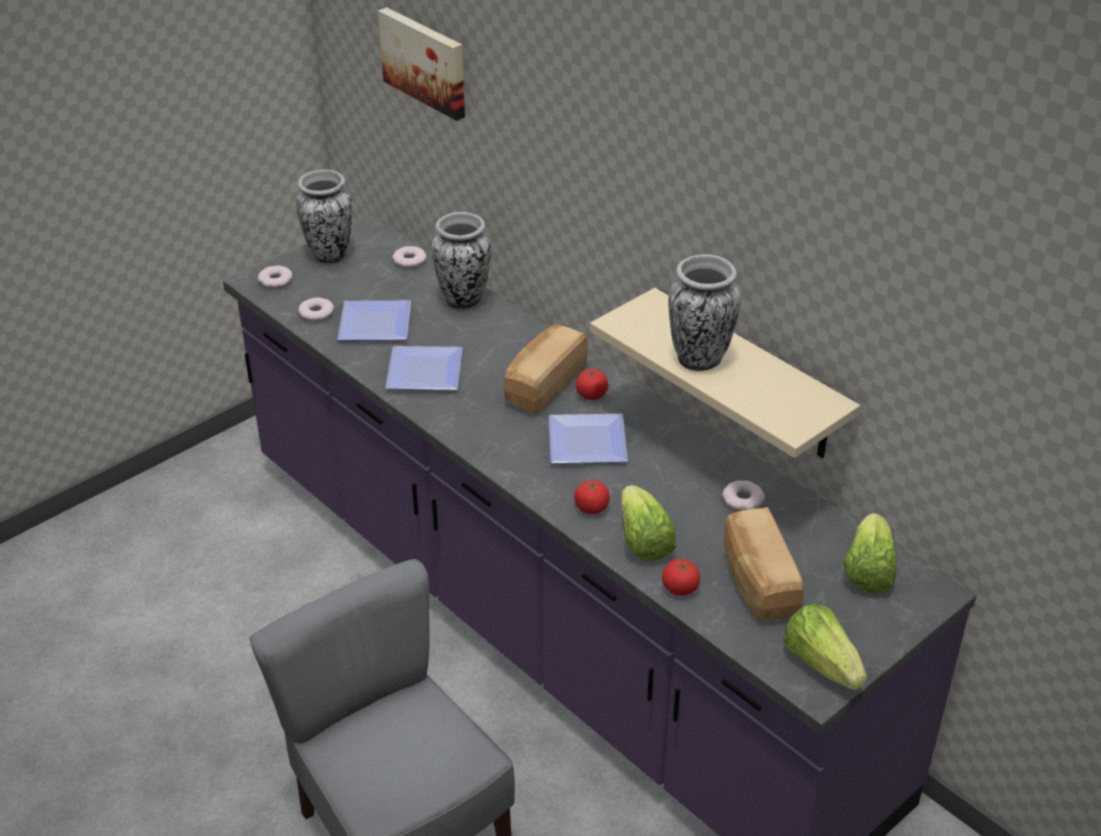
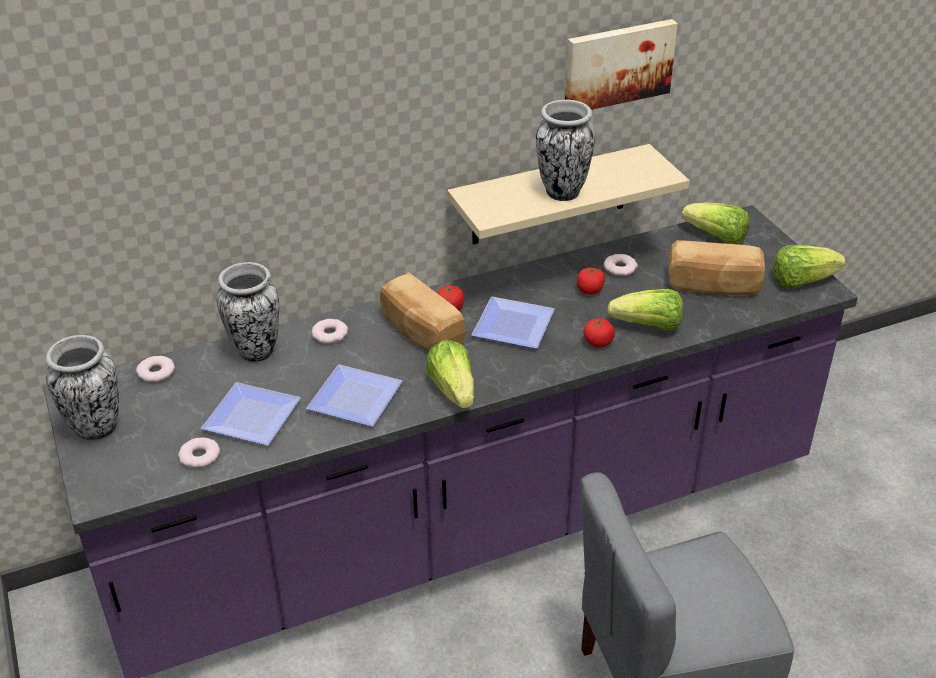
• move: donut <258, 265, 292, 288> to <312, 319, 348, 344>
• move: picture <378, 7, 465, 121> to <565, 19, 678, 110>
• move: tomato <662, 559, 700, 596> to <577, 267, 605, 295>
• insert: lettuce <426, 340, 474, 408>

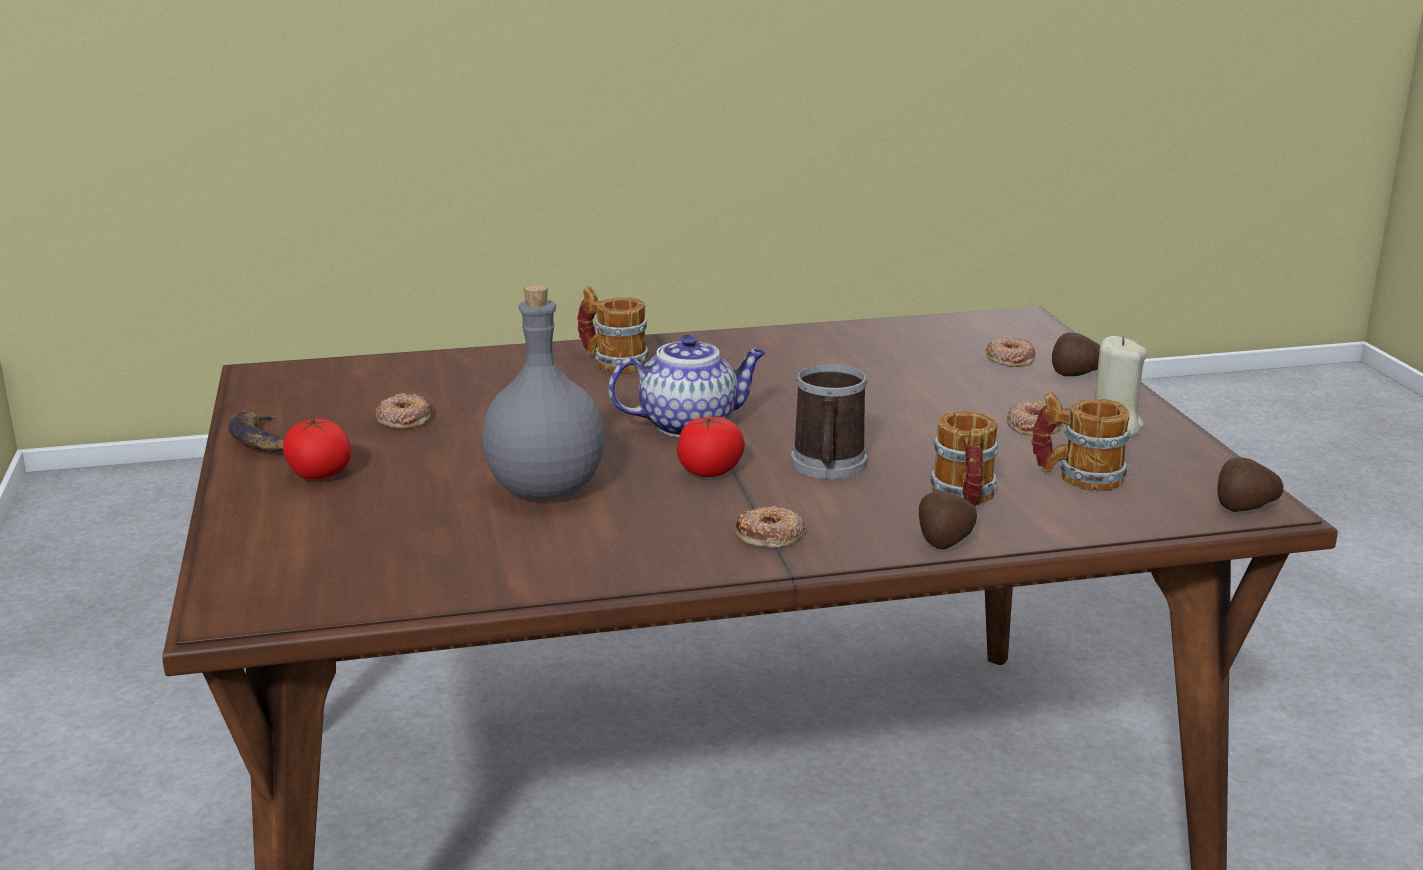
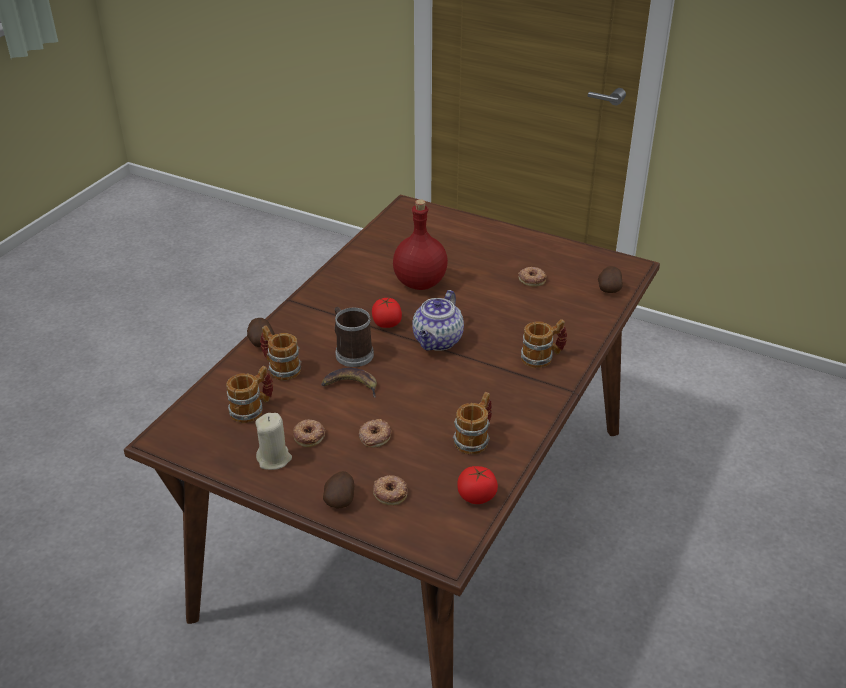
• move: banana <228, 412, 285, 452> to <321, 368, 377, 398>
• move: tomato <283, 417, 352, 480> to <457, 466, 498, 504>
• recolor: bottle (grey) <482, 285, 605, 499> to bottle (red) <393, 199, 448, 290>
• move: donut <736, 506, 805, 547> to <359, 419, 391, 448>
• move: potato <1217, 457, 1283, 512> to <598, 266, 623, 293>
• insert: mug <453, 392, 492, 455>

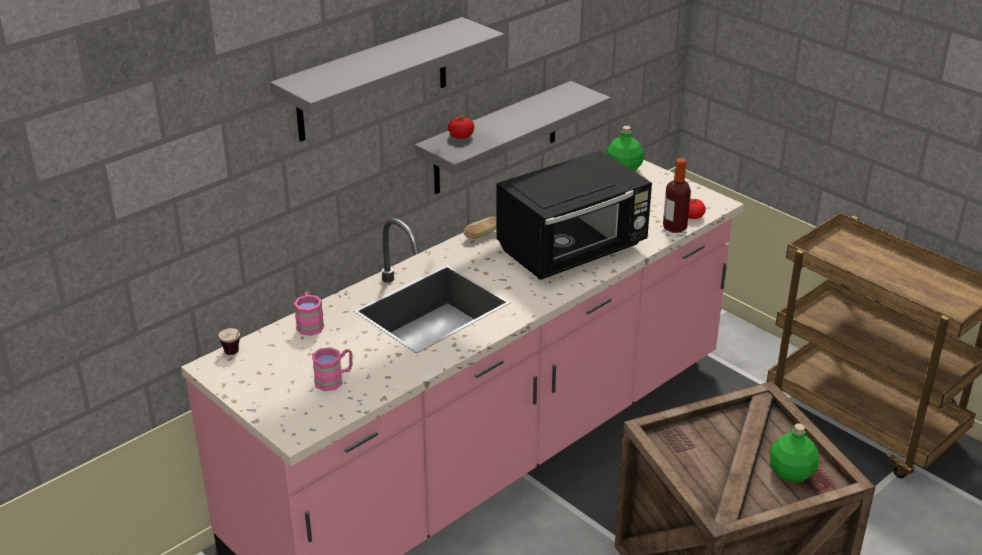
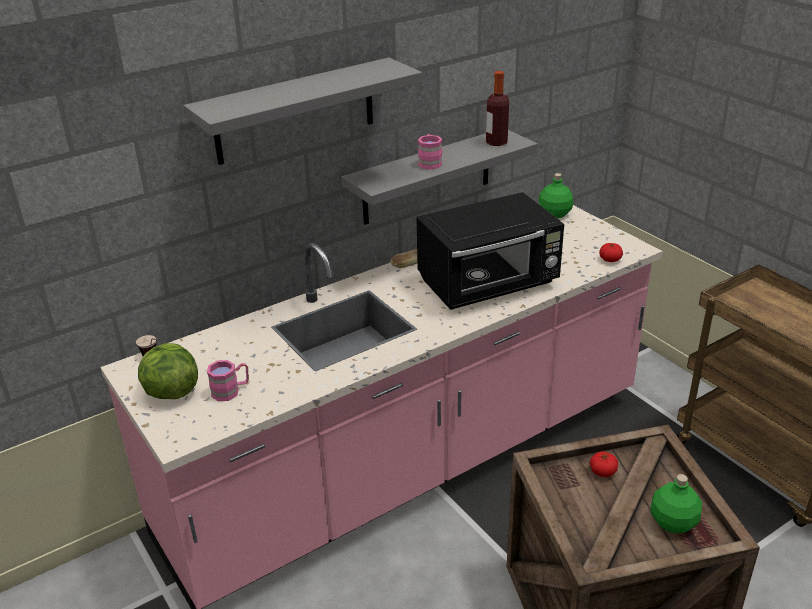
• move: mug (pink) <294, 292, 324, 336> to <418, 134, 442, 170>
• move: tomato <448, 117, 474, 139> to <590, 451, 618, 477>
• move: bottle <663, 158, 691, 233> to <486, 71, 509, 146>
• insert: lettuce <138, 343, 198, 399>

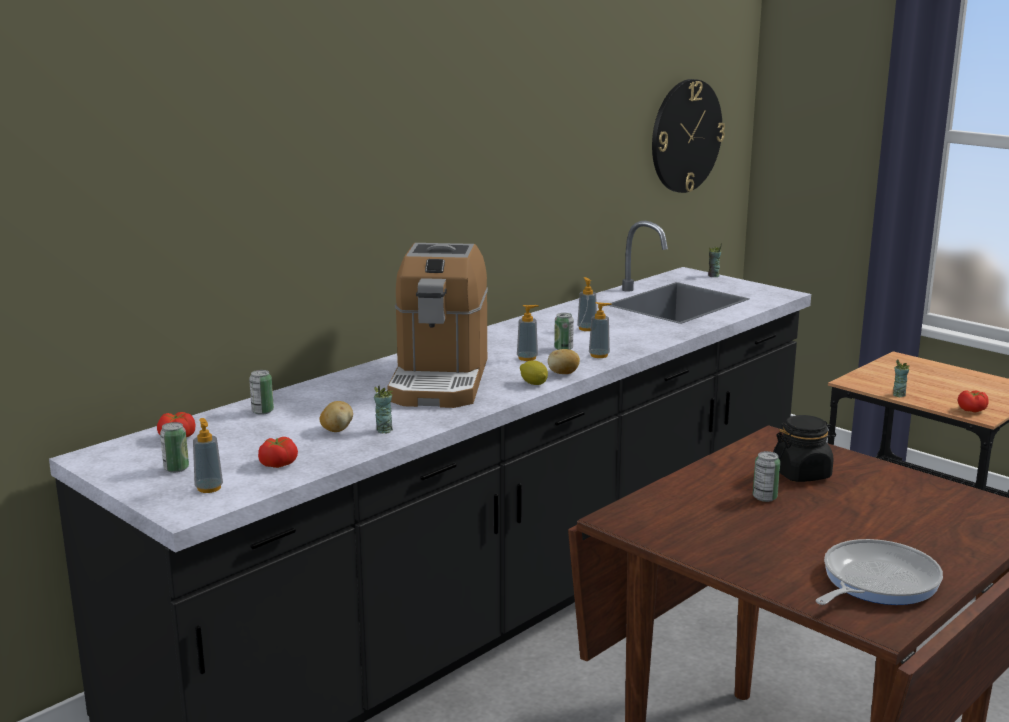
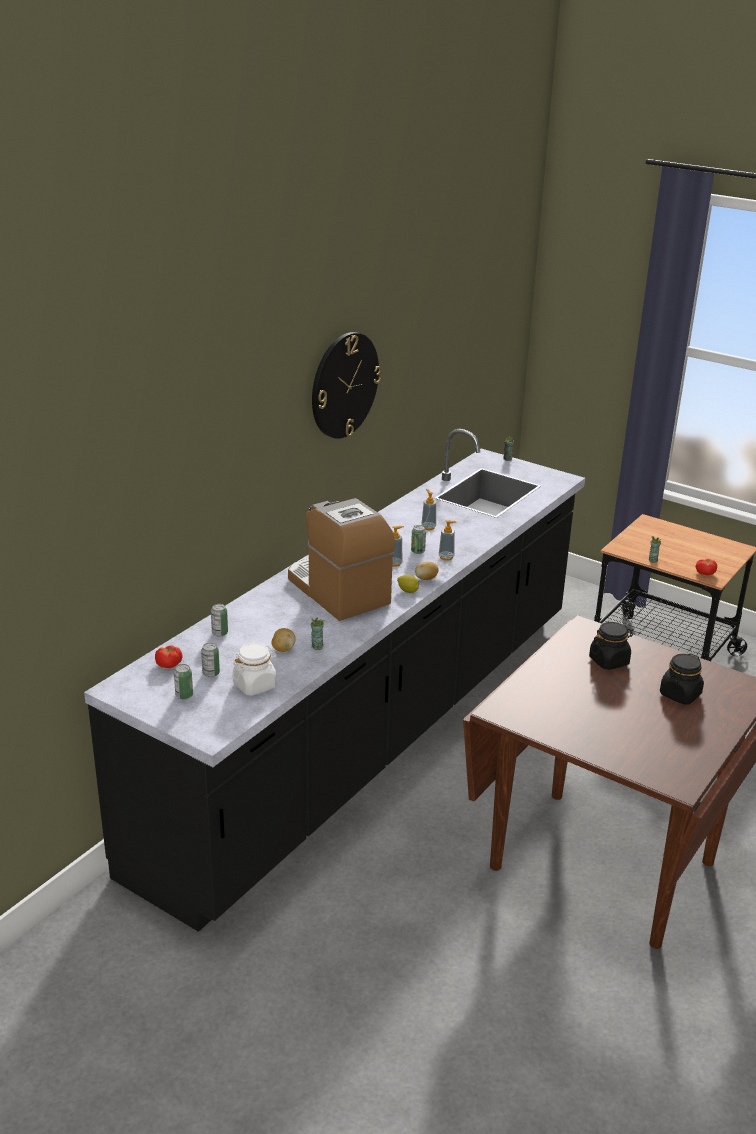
• delete: soap dispenser <193, 418, 223, 493>
• replace: tomato <258, 437, 298, 468> to jar (white) <232, 643, 277, 696>
• rotate: coffee machine <388, 243, 488, 408> = <288, 498, 395, 621> 150 degrees clockwise
• move: wall clock <652, 79, 725, 193> to <312, 332, 381, 439>
• move: can <753, 451, 780, 502> to <201, 643, 220, 677>
• delete: frying pan <816, 539, 943, 605>
• insert: jar (black) <660, 653, 704, 705>

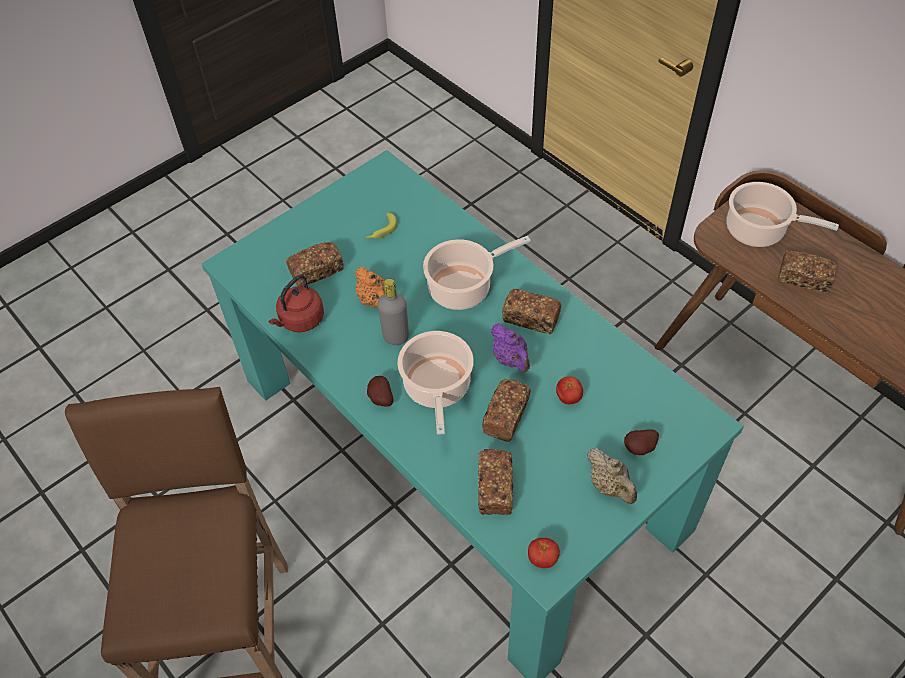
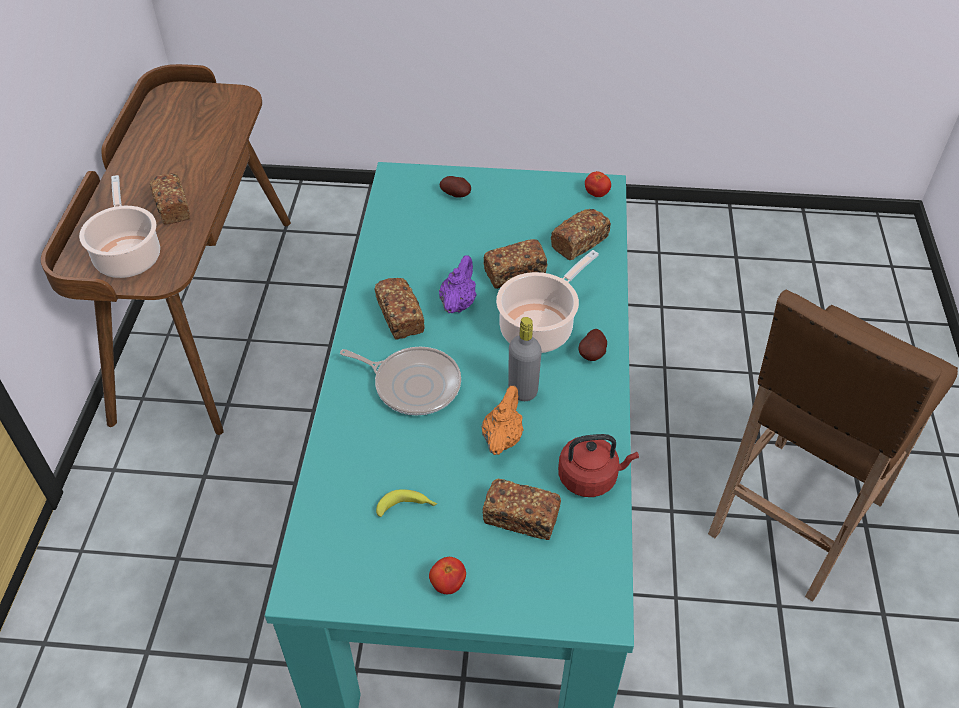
• replace: cooking pot <423, 236, 531, 310> to frying pan <340, 347, 461, 416>
• move: tomato <556, 376, 583, 404> to <429, 557, 466, 594>
• delete: teapot (beige) <587, 448, 637, 504>

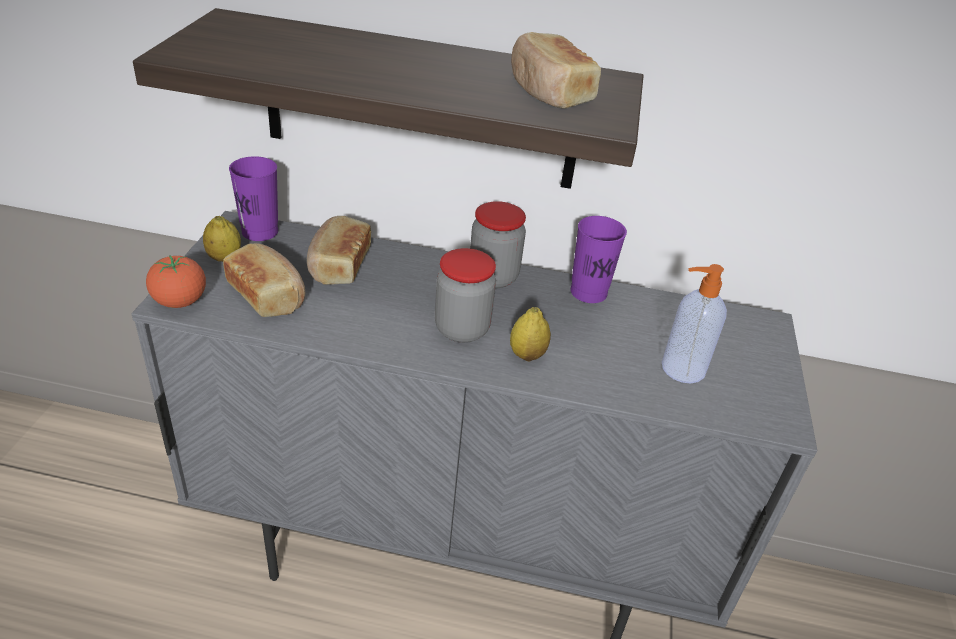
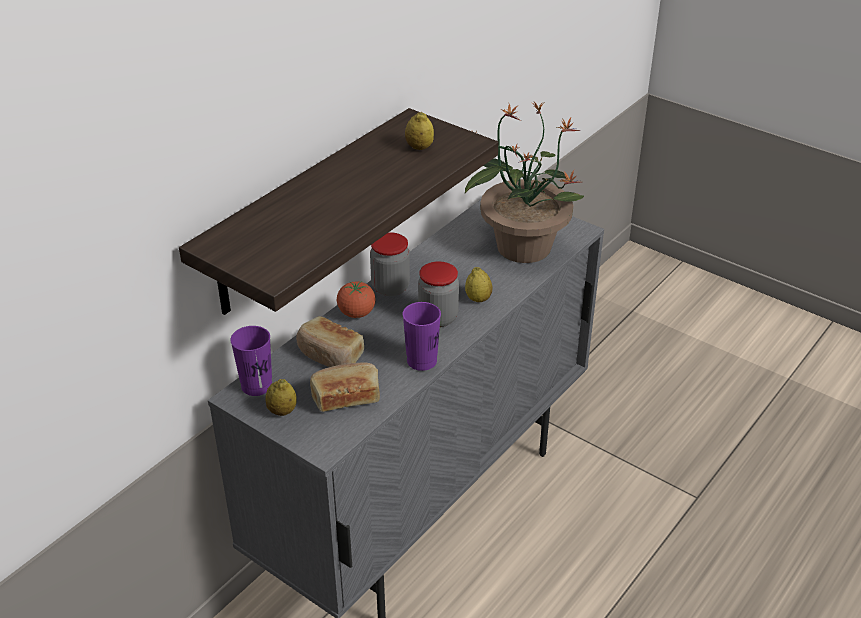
• move: tomato <146, 255, 206, 308> to <337, 281, 376, 318>
• replace: bread <511, 32, 601, 109> to lemon <405, 112, 434, 150>
• move: cup (purple) <570, 216, 627, 303> to <403, 302, 441, 371>
• replace: soap dispenser <662, 264, 727, 383> to potted plant <465, 102, 584, 263>

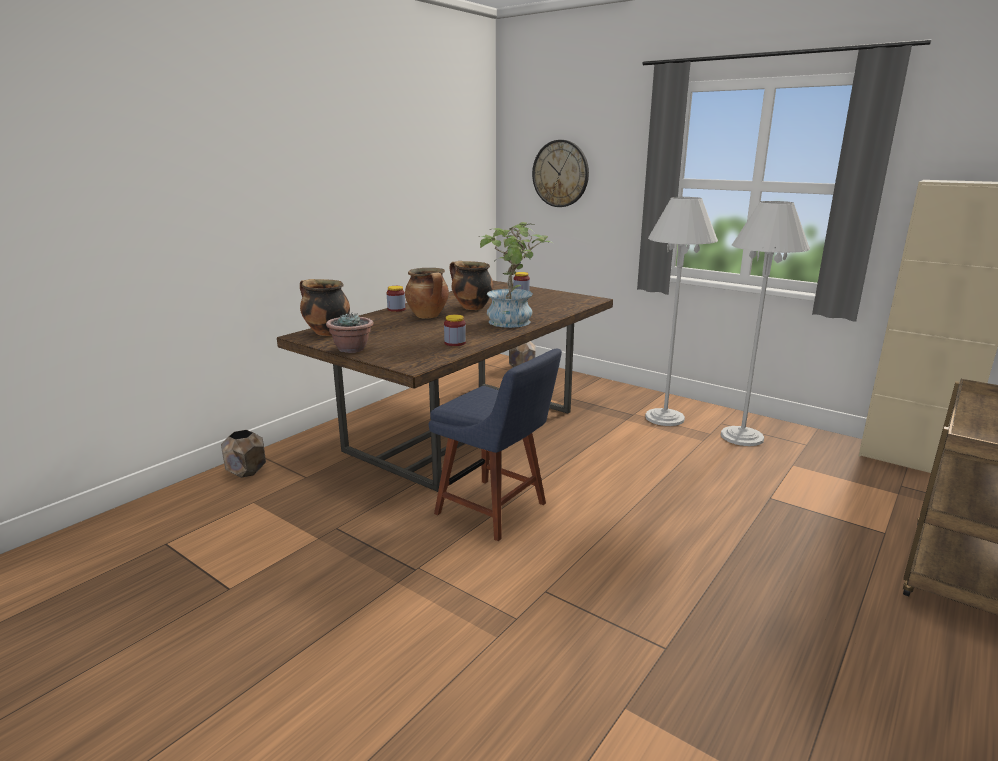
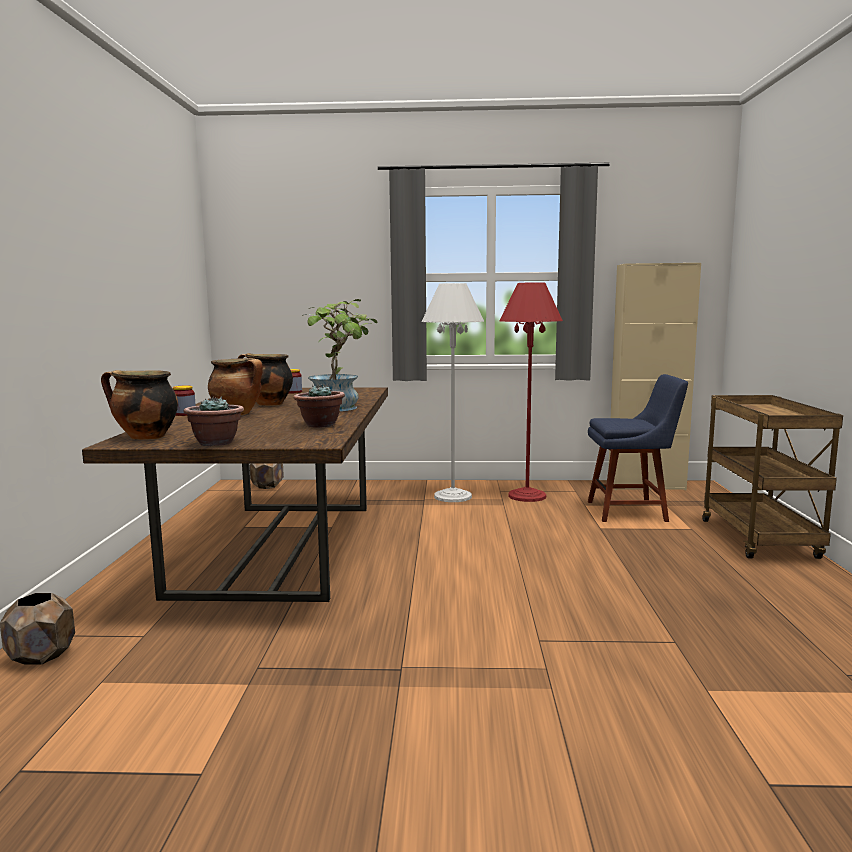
• move: chair (blue) <429, 349, 562, 541> to <588, 374, 688, 522>
• replace: jar <444, 315, 466, 346> to potted plant <294, 385, 345, 428>
• delete: wall clock <532, 140, 589, 207>
• recolor: floor lamp (white) <721, 201, 810, 446> to floor lamp (red) <499, 282, 563, 502>

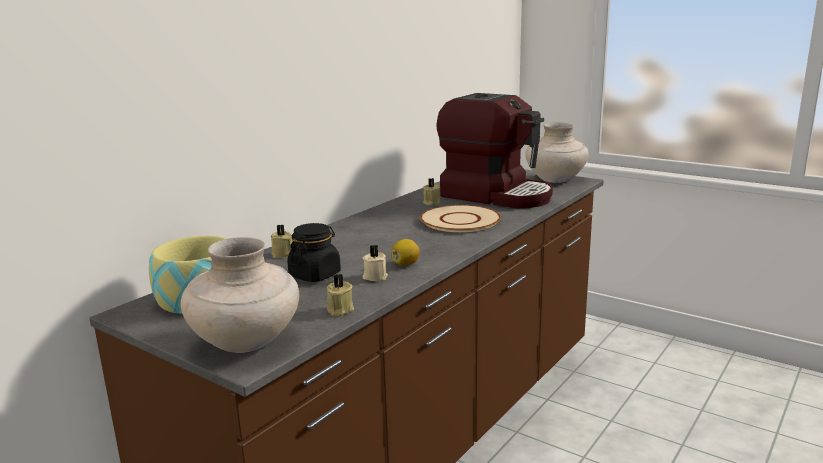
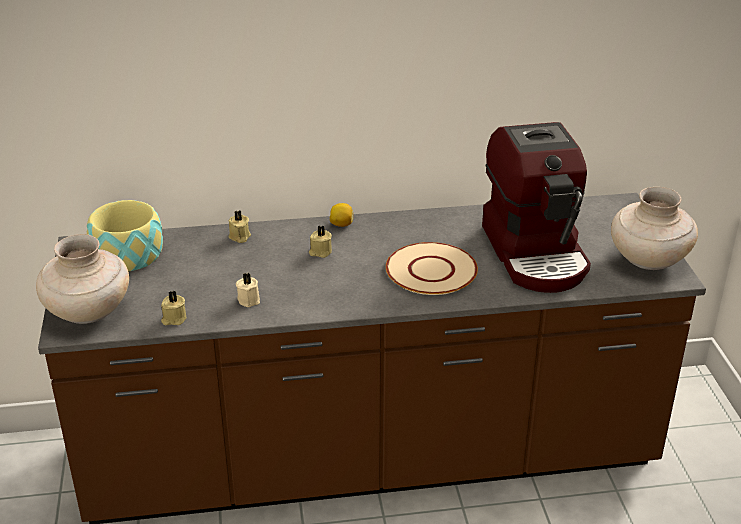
• delete: jar (black) <287, 223, 341, 282>
• move: lemon <391, 239, 420, 266> to <330, 203, 353, 227>
• move: candle (beige) <423, 178, 440, 206> to <309, 225, 332, 258>

